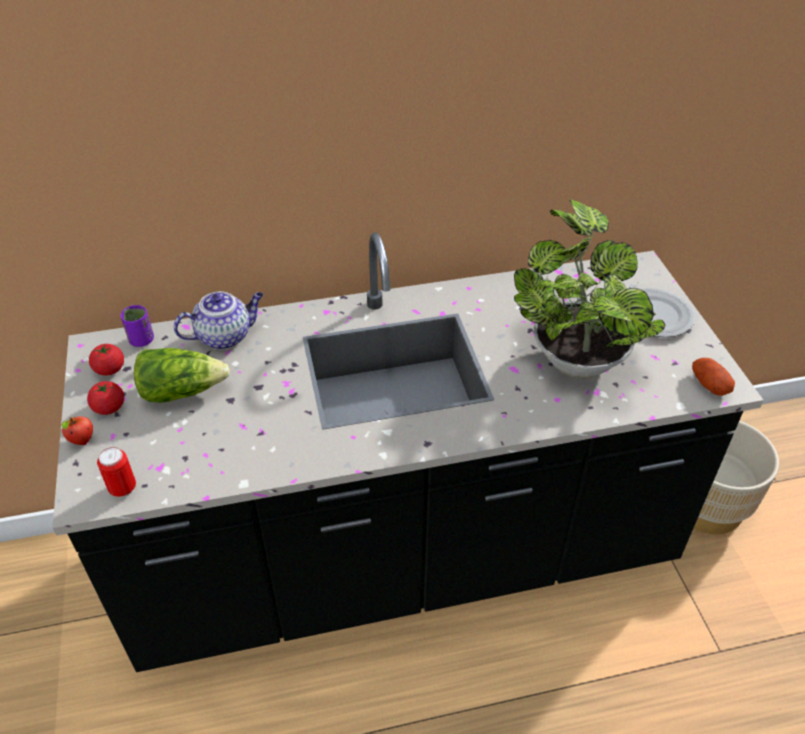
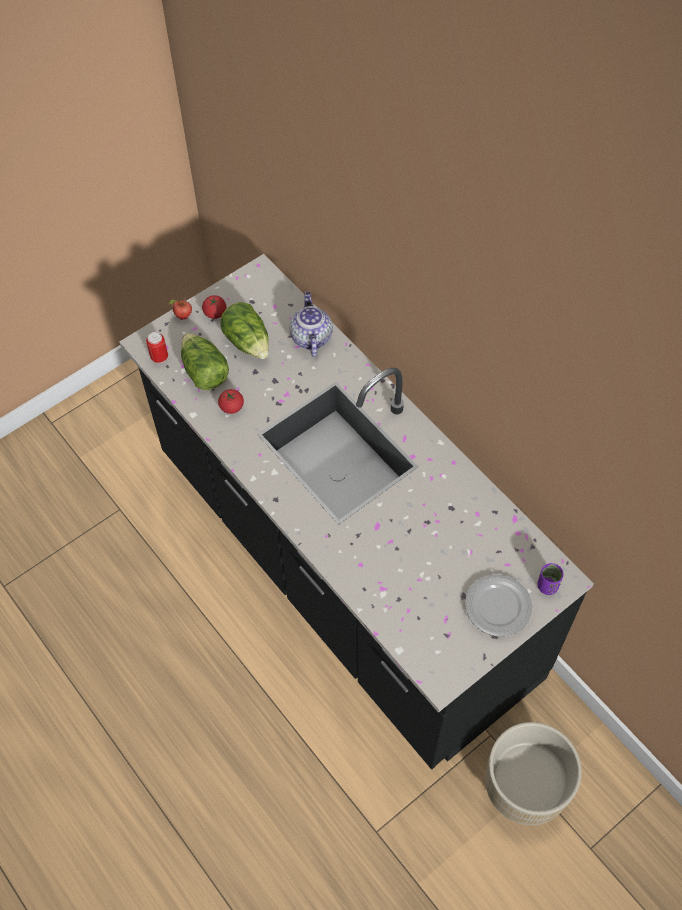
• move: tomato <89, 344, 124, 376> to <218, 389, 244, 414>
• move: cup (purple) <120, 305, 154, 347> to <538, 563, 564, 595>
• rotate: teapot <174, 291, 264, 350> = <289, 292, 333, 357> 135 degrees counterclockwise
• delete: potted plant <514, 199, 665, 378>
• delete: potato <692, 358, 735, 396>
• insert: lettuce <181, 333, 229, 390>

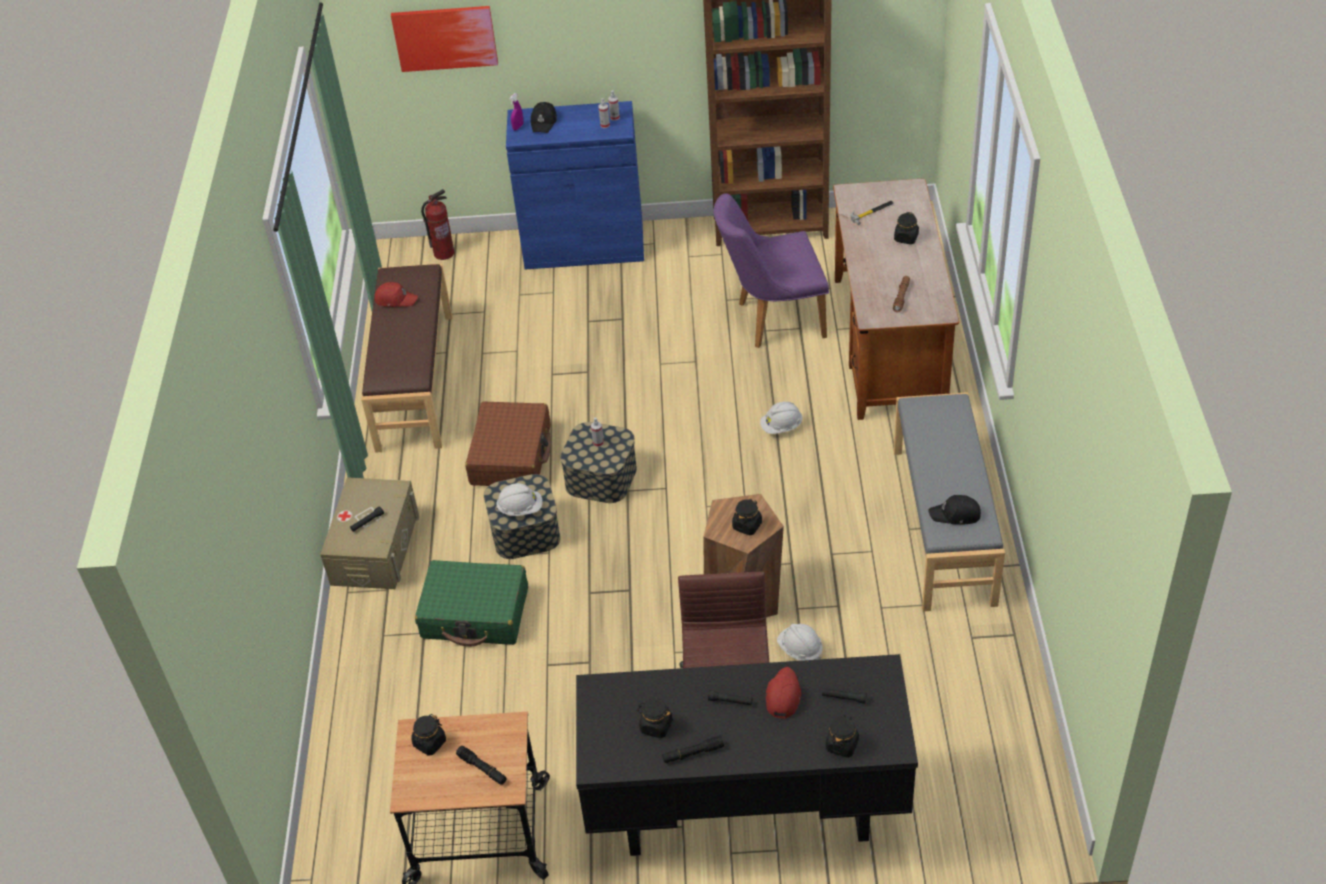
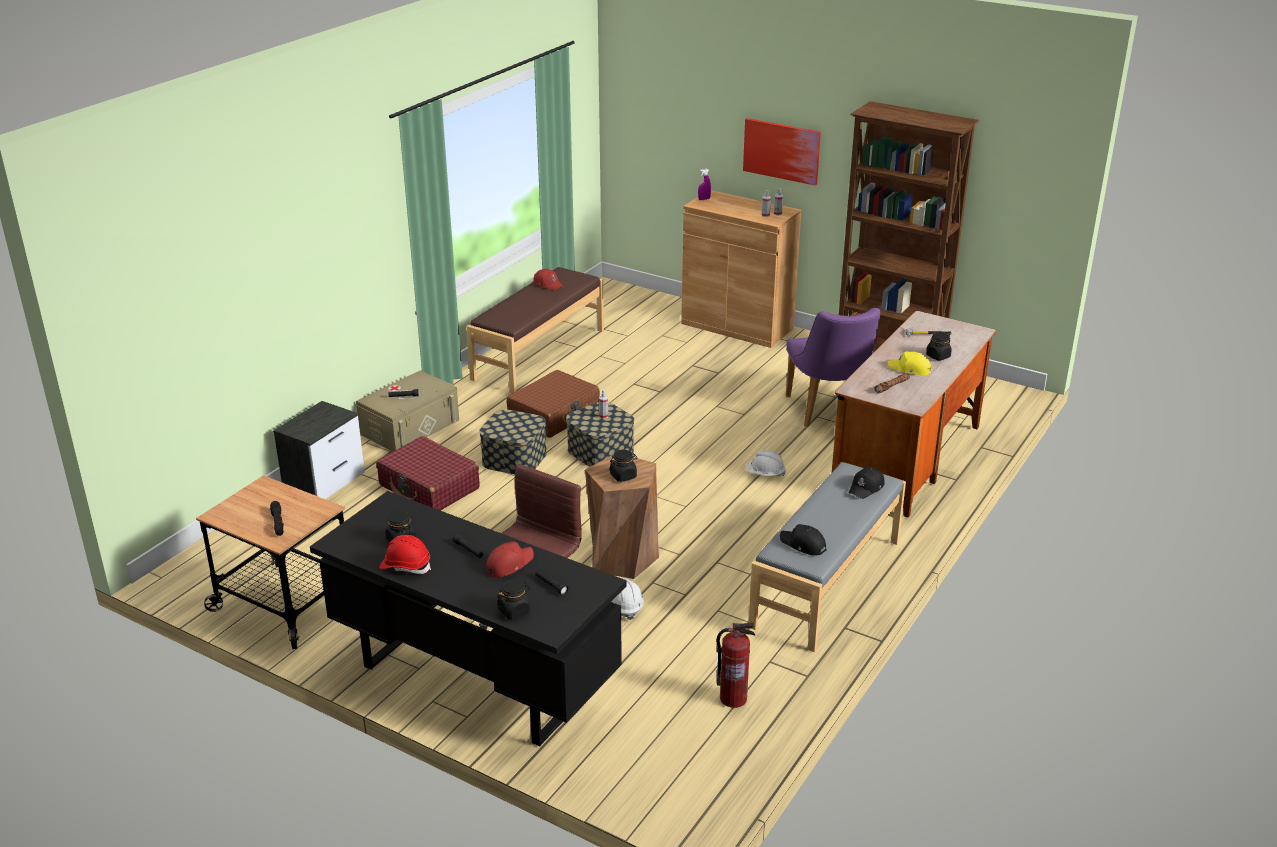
• move: picture <391, 6, 498, 72> to <743, 118, 821, 185>
• delete: jar (black) <411, 714, 446, 756>
• recolor: suitcase (green) <415, 560, 528, 647> to suitcase (red) <376, 436, 480, 511>
• move: fire extinguisher <421, 189, 454, 260> to <716, 622, 755, 708>
• delete: hard hat (white) <496, 483, 543, 516>
• recolor: cabinet (blue) <506, 101, 644, 269> to cabinet (brown) <681, 190, 801, 348>
• move: cap (black) <531, 102, 557, 133> to <849, 467, 884, 499>
• replace: flashlight (black) <662, 736, 724, 763> to hard hat (red) <379, 535, 431, 574>
• rotate: chair (purple) <714, 193, 829, 348> = <786, 308, 881, 427> 120 degrees counterclockwise
• insert: nightstand <273, 401, 365, 499>
• insert: cap (yellow) <888, 351, 932, 375>

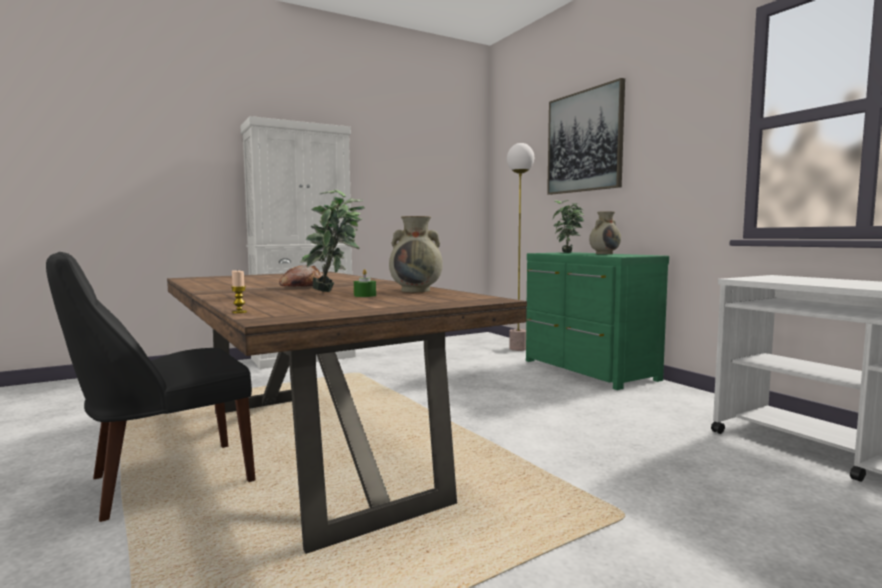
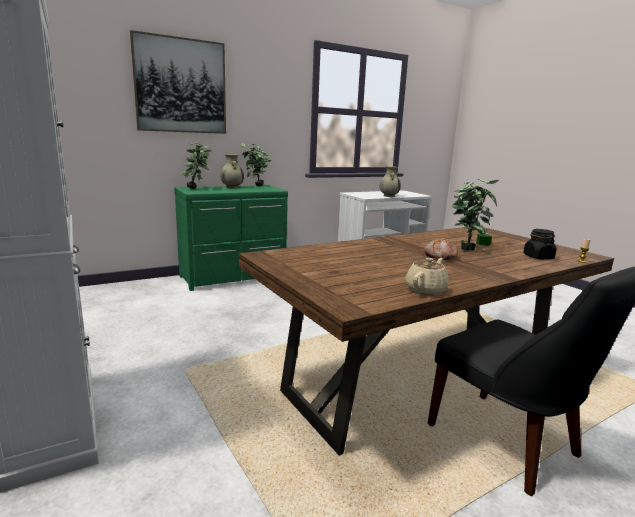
• move: vase (beige) <389, 216, 443, 292> to <380, 166, 401, 197>
• delete: floor lamp <507, 143, 534, 351>
• insert: potted plant <241, 144, 271, 186>
• insert: teapot (beige) <405, 258, 449, 295>
• insert: jar (black) <523, 229, 556, 260>

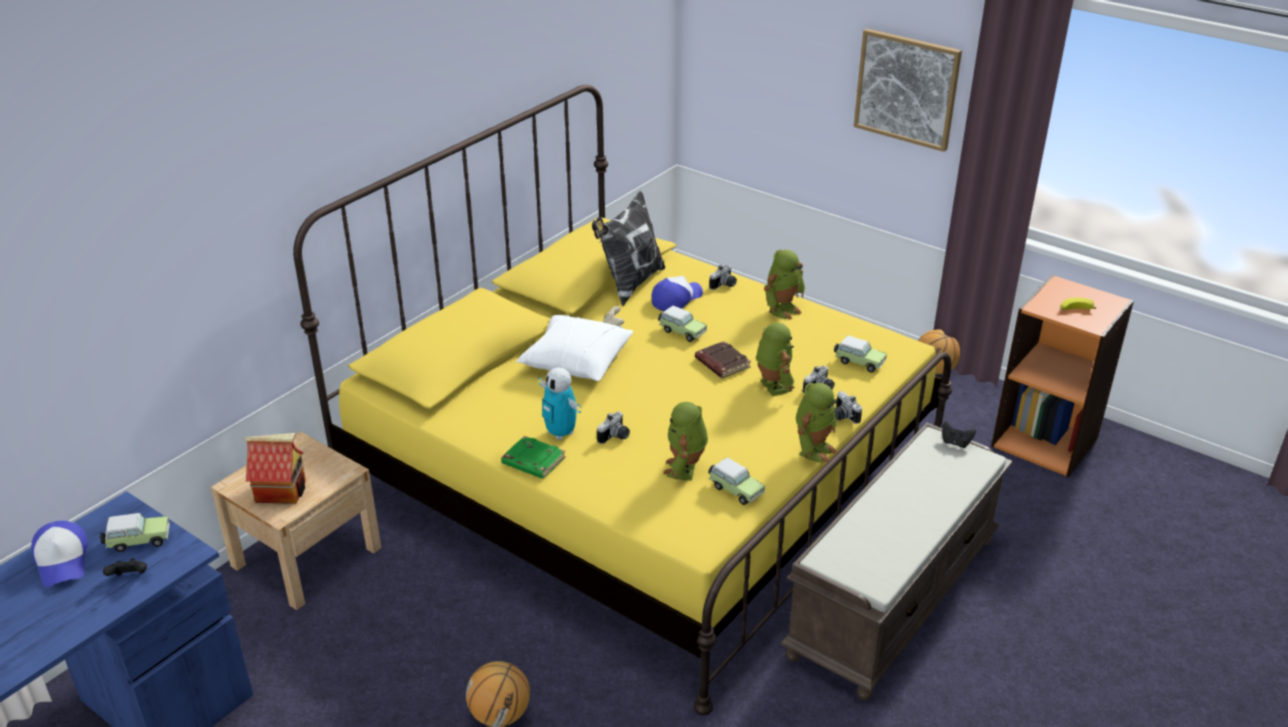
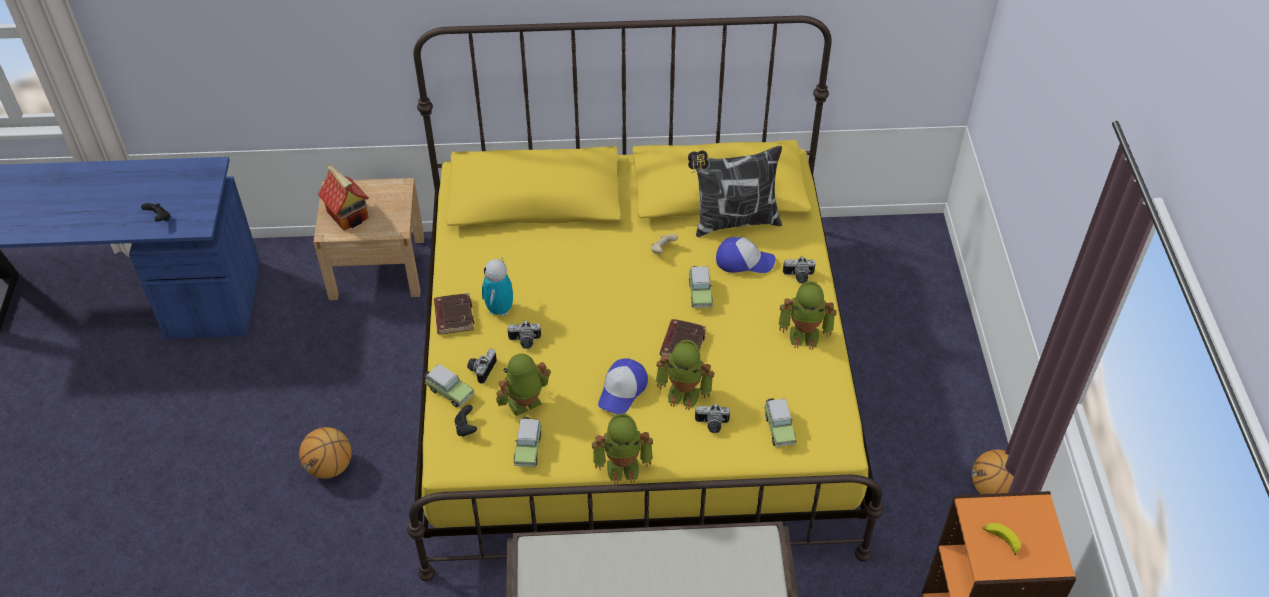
• move: cap <31, 521, 88, 587> to <598, 358, 648, 414>
• move: toy car <100, 513, 170, 552> to <424, 364, 474, 407>
• recolor: book (green) <501, 436, 566, 479> to book (brown) <434, 293, 474, 335>
• delete: pillow (white) <516, 315, 633, 381>
• rotate: toy robot <756, 323, 794, 396> = <656, 339, 714, 410> 75 degrees clockwise
• move: photo camera <835, 391, 862, 424> to <467, 349, 497, 384>
• delete: picture <854, 29, 962, 152>
• move: game controller (black) <942, 421, 976, 448> to <455, 405, 477, 437>

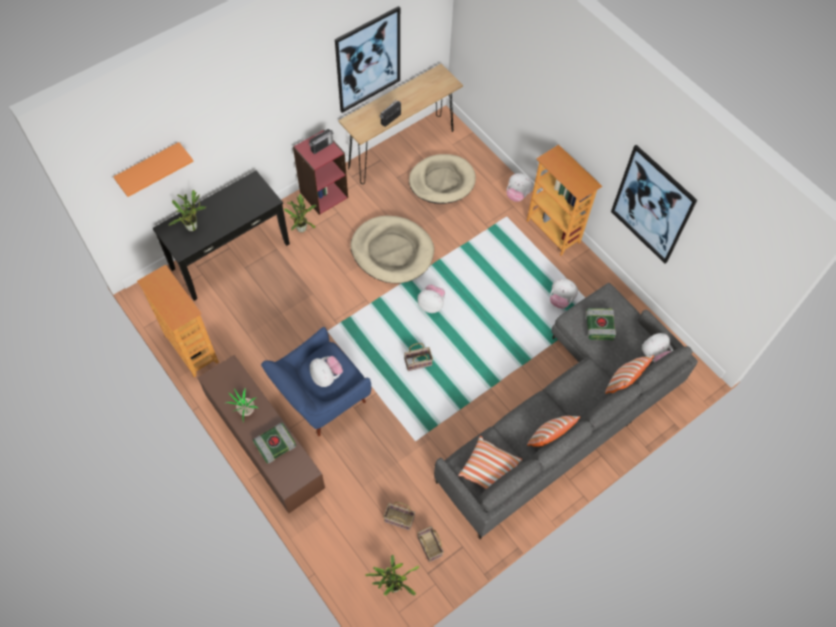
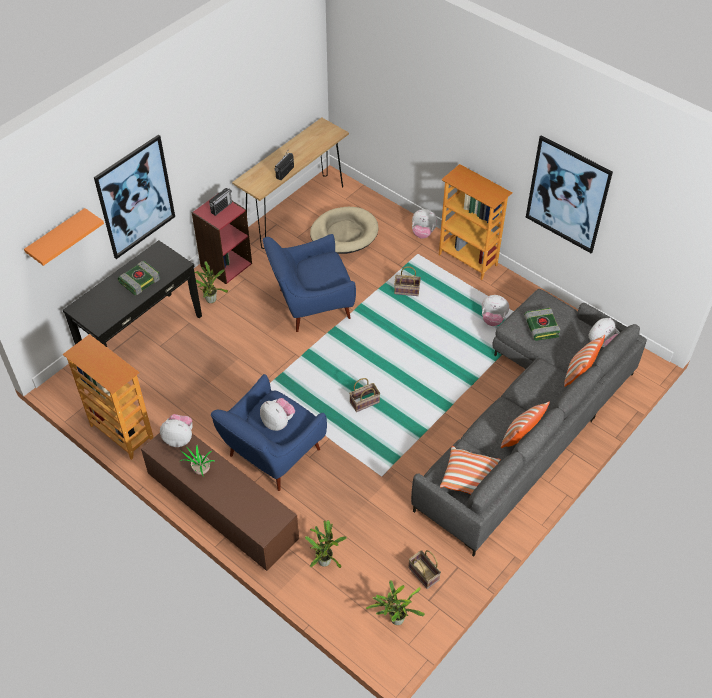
• move: potted plant <169, 190, 206, 231> to <305, 520, 347, 568>
• move: book <253, 423, 296, 463> to <118, 261, 160, 295>
• move: picture <335, 6, 400, 113> to <94, 135, 175, 259>
• replace: dog bed (beige) <351, 216, 434, 284> to armchair (blue) <263, 234, 356, 332>
• move: basket <383, 502, 415, 530> to <394, 266, 421, 296>
• move: plush toy <417, 285, 445, 313> to <160, 414, 193, 447>

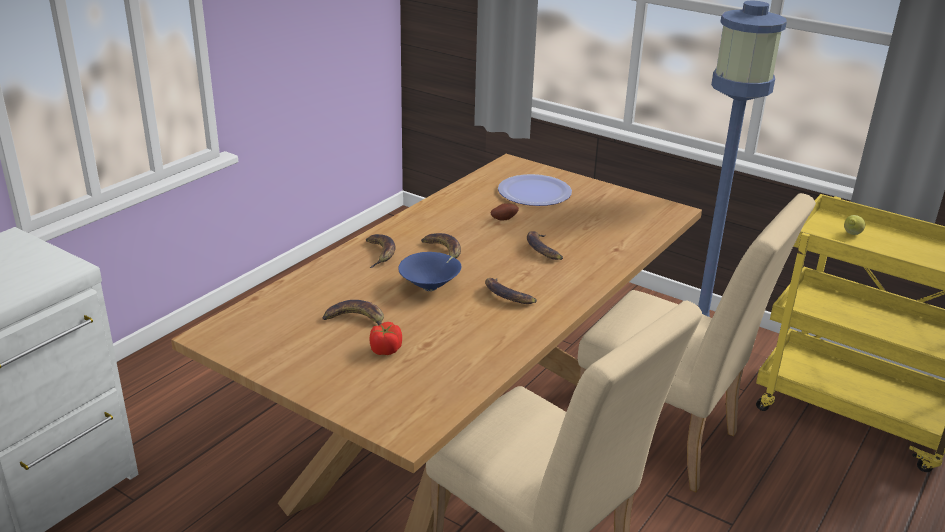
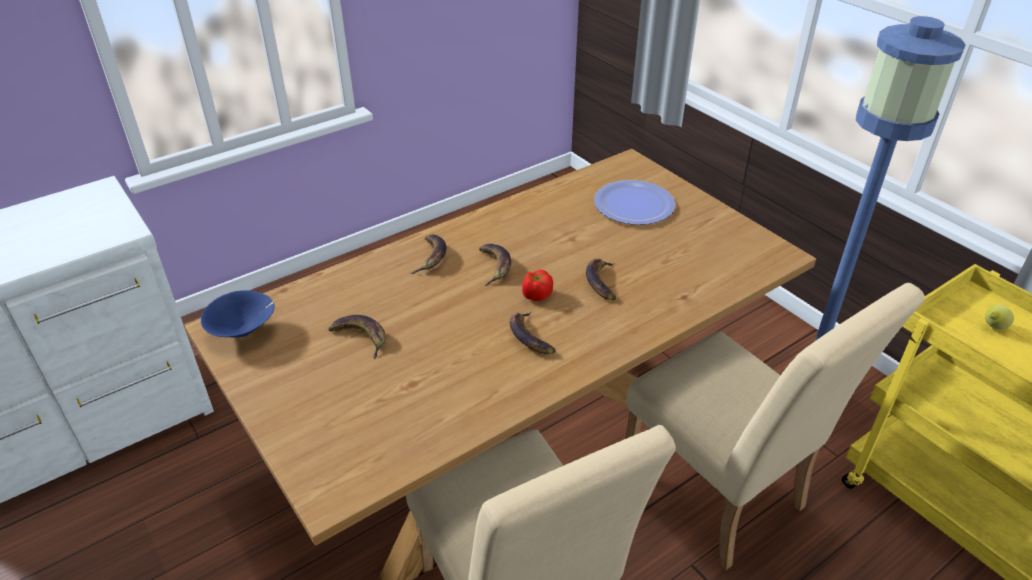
• move: tomato <370, 322, 402, 355> to <522, 270, 553, 301>
• move: bowl (blue) <398, 252, 462, 291> to <201, 290, 274, 337>
• delete: potato <491, 203, 519, 220>

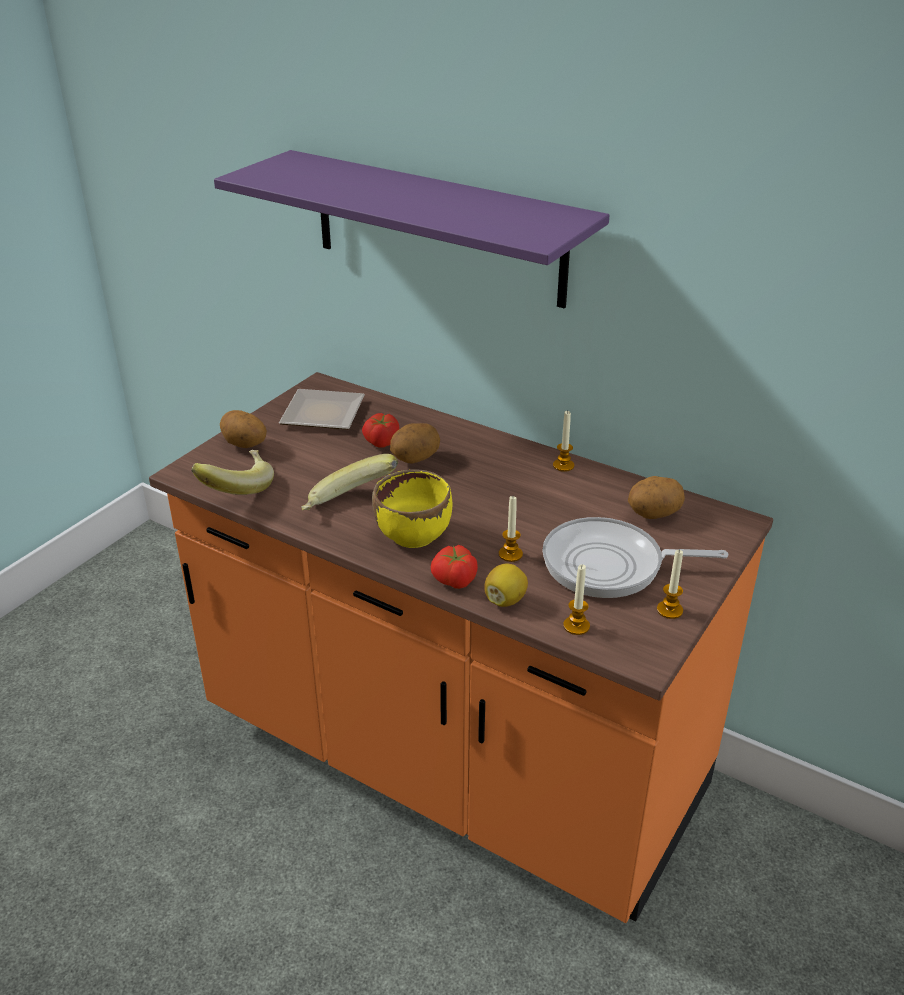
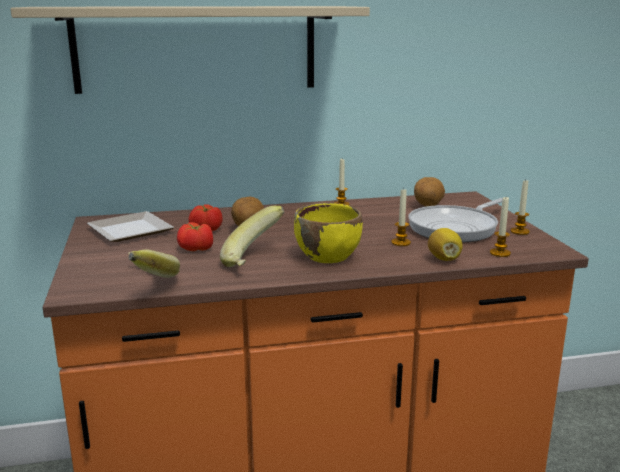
• recolor: shelf (purple) <214, 150, 610, 308> to shelf (beige) <10, 6, 370, 94>
• delete: potato <220, 410, 267, 448>
• move: tomato <431, 545, 478, 589> to <177, 222, 213, 251>

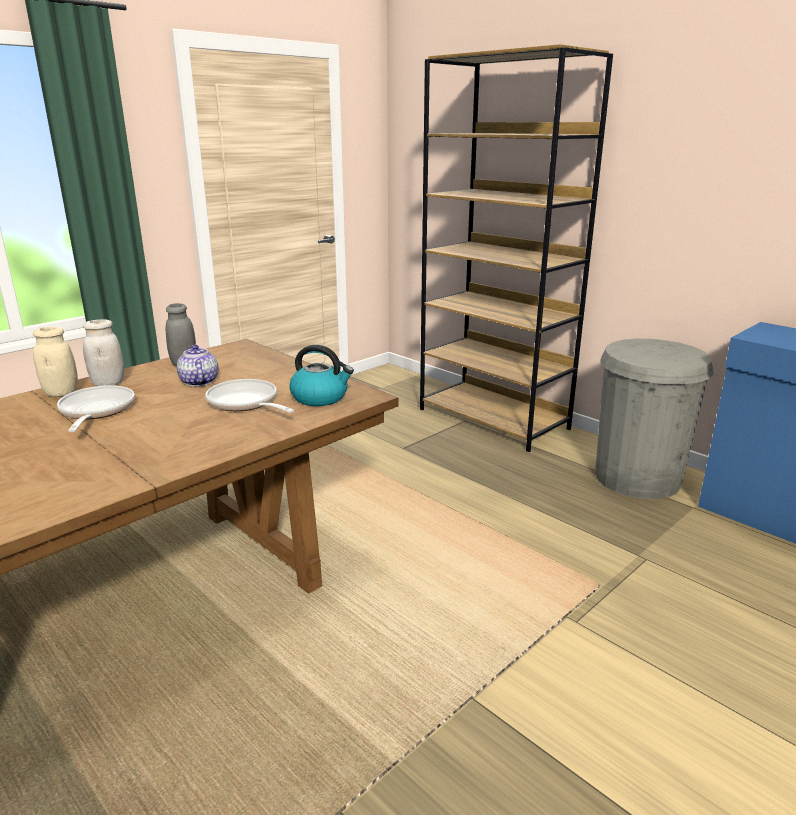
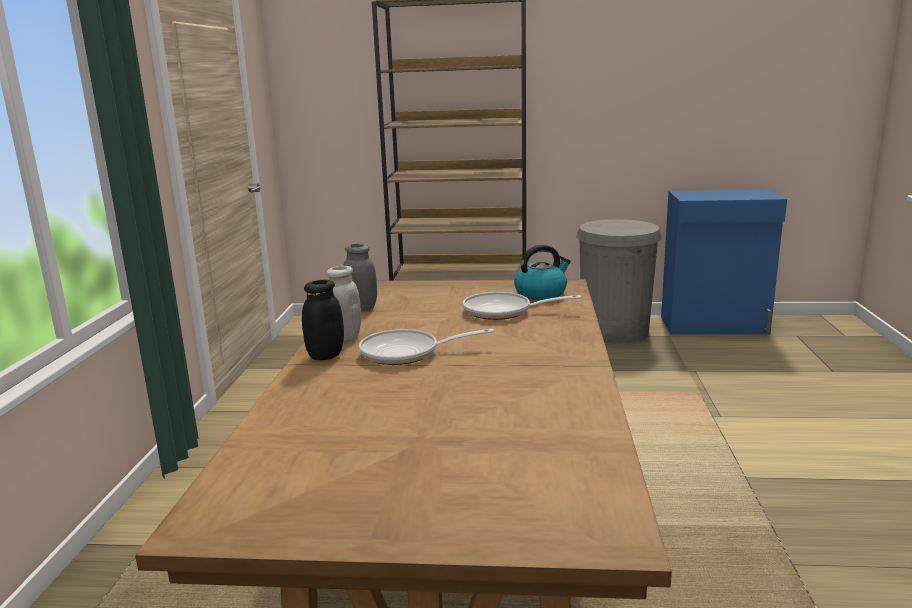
• recolor: jar (beige) <33, 327, 78, 397> to jar (black) <302, 280, 344, 360>
• rotate: frying pan <57, 385, 135, 432> = <359, 329, 494, 365> 45 degrees counterclockwise
• delete: teapot <177, 345, 218, 386>

